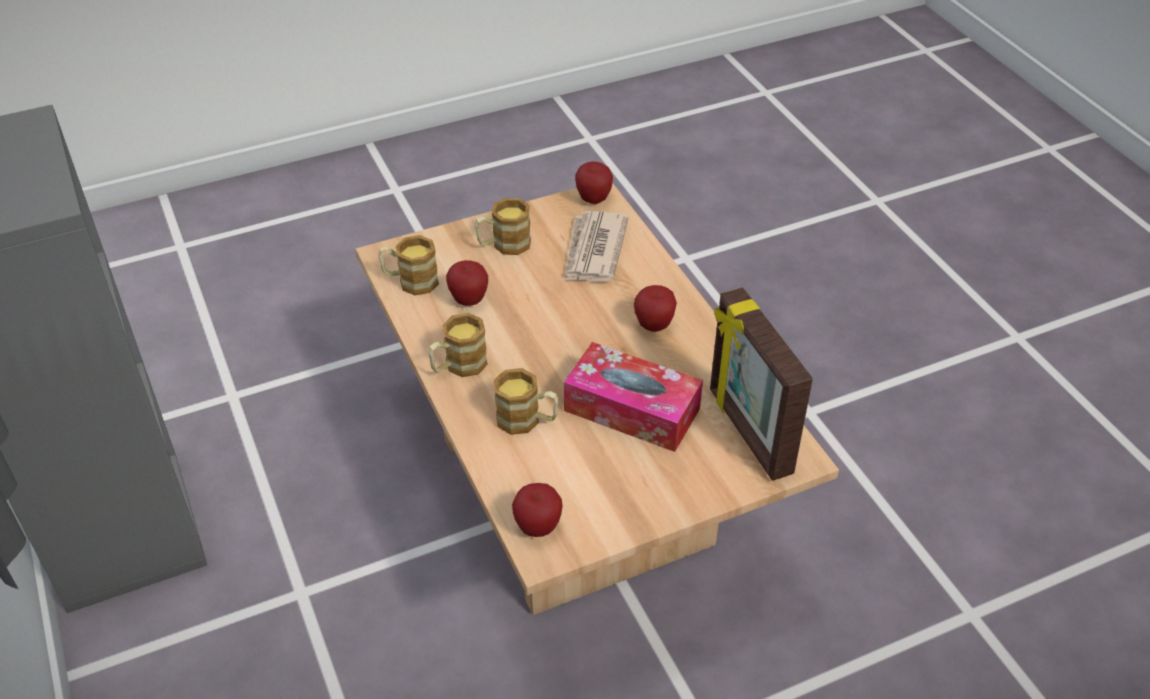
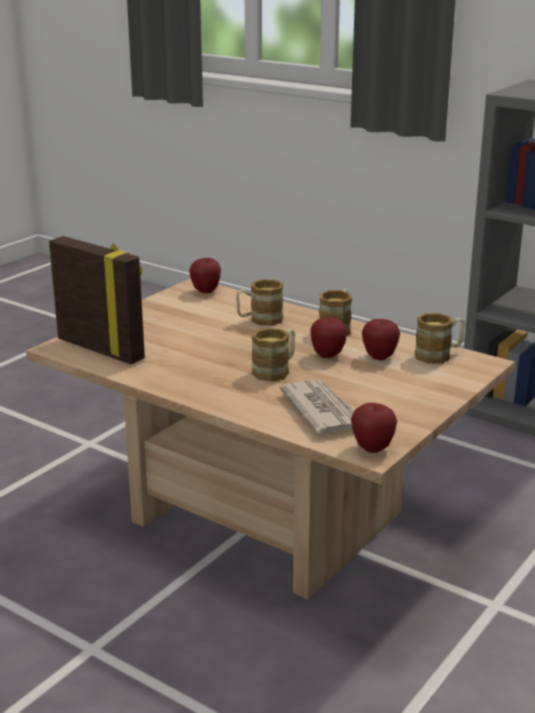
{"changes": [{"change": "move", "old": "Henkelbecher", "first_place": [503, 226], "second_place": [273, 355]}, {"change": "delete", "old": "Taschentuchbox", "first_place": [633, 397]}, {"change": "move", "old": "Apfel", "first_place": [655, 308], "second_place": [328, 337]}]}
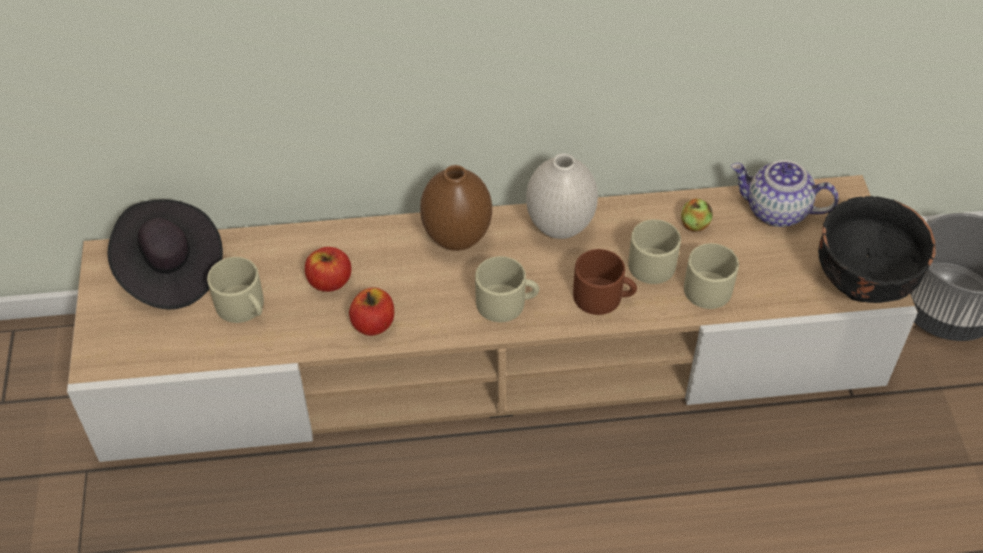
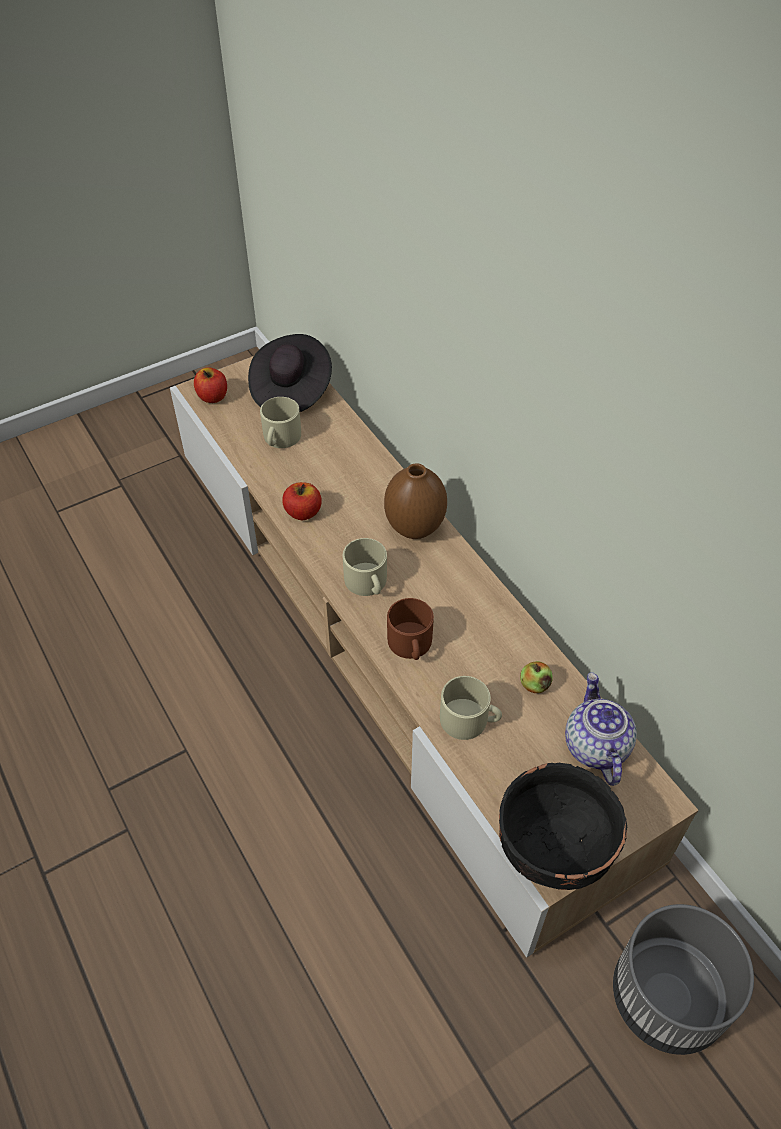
{"changes": [{"change": "move", "old": "Apfel", "first_place": [328, 269], "second_place": [210, 385]}, {"change": "delete", "old": "Vase (weiß)", "first_place": [562, 196]}, {"change": "delete", "old": "Henkelbecher (beige)", "first_place": [654, 251]}]}
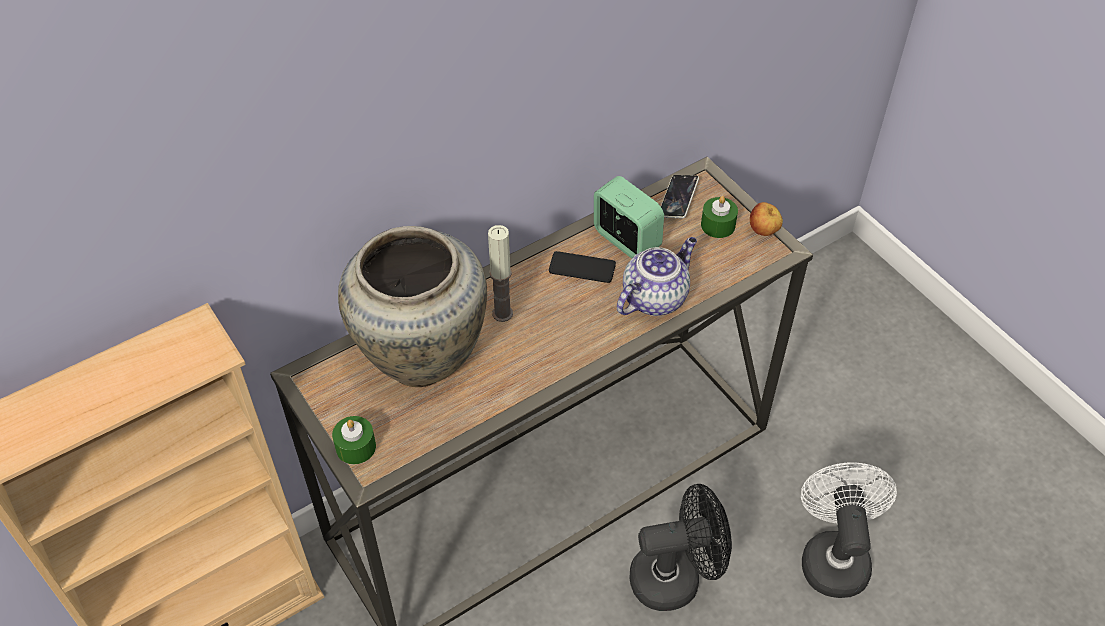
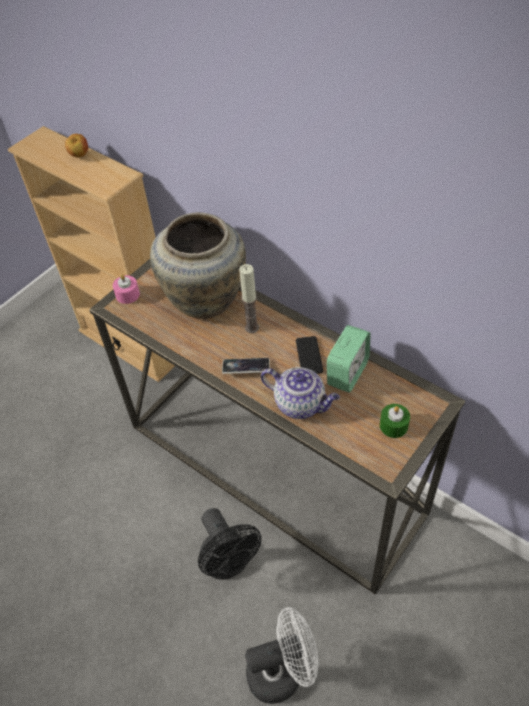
{"changes": [{"change": "recolor", "old": "Kerze (grün)", "new": "Kerze (rosa)", "first_place": [354, 440], "second_place": [126, 289]}, {"change": "move", "old": "Handy", "first_place": [680, 197], "second_place": [246, 366]}, {"change": "move", "old": "Apfel", "first_place": [766, 219], "second_place": [76, 145]}]}
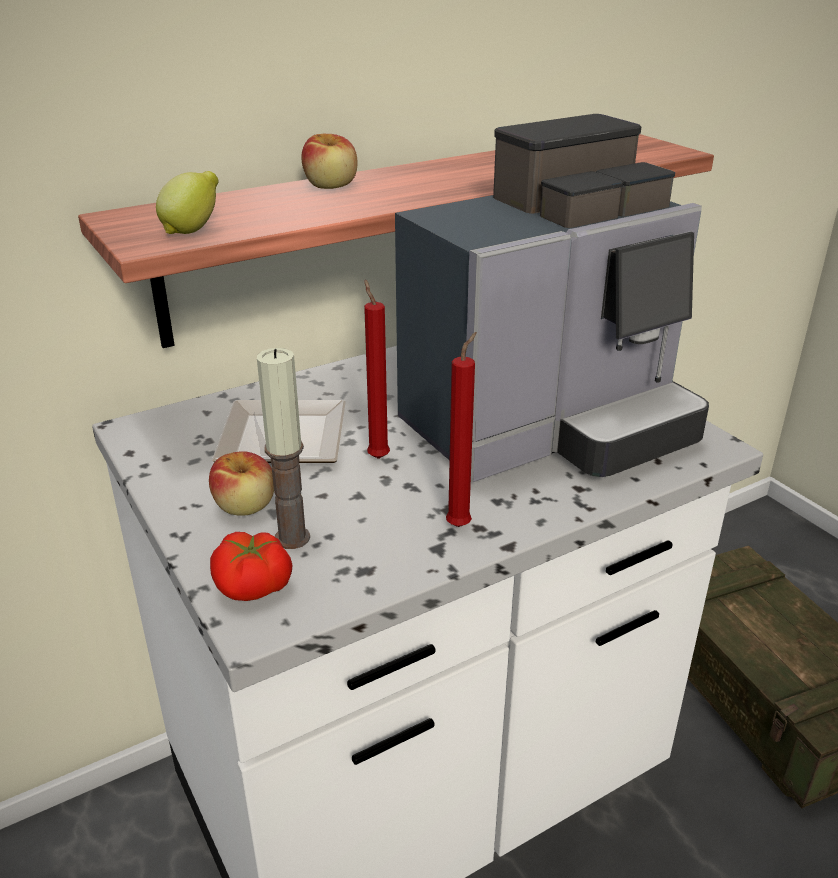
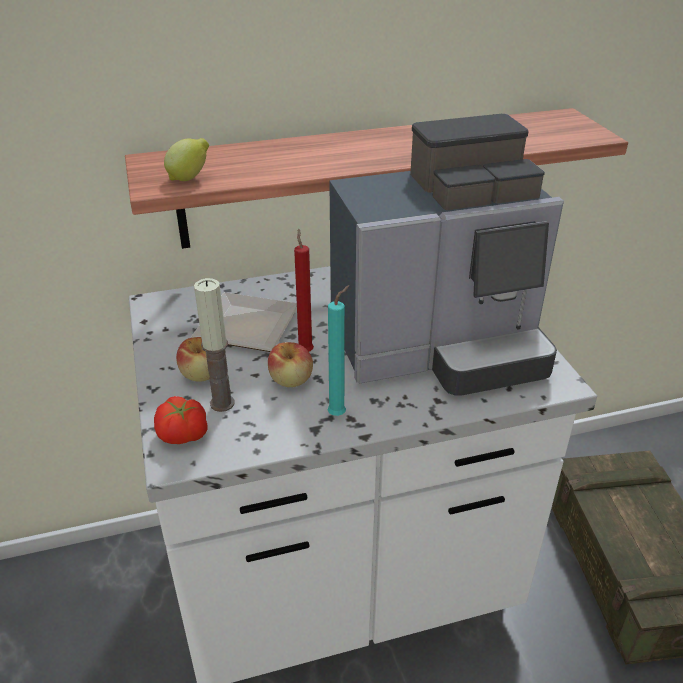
{"changes": [{"change": "move", "old": "Apfel", "first_place": [330, 161], "second_place": [290, 364]}, {"change": "recolor", "old": "Kerze (rot)", "new": "Kerze (türkis)", "first_place": [461, 429], "second_place": [339, 350]}]}
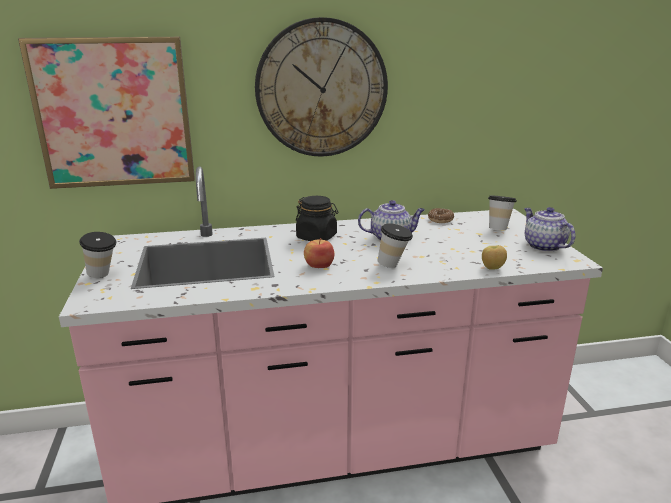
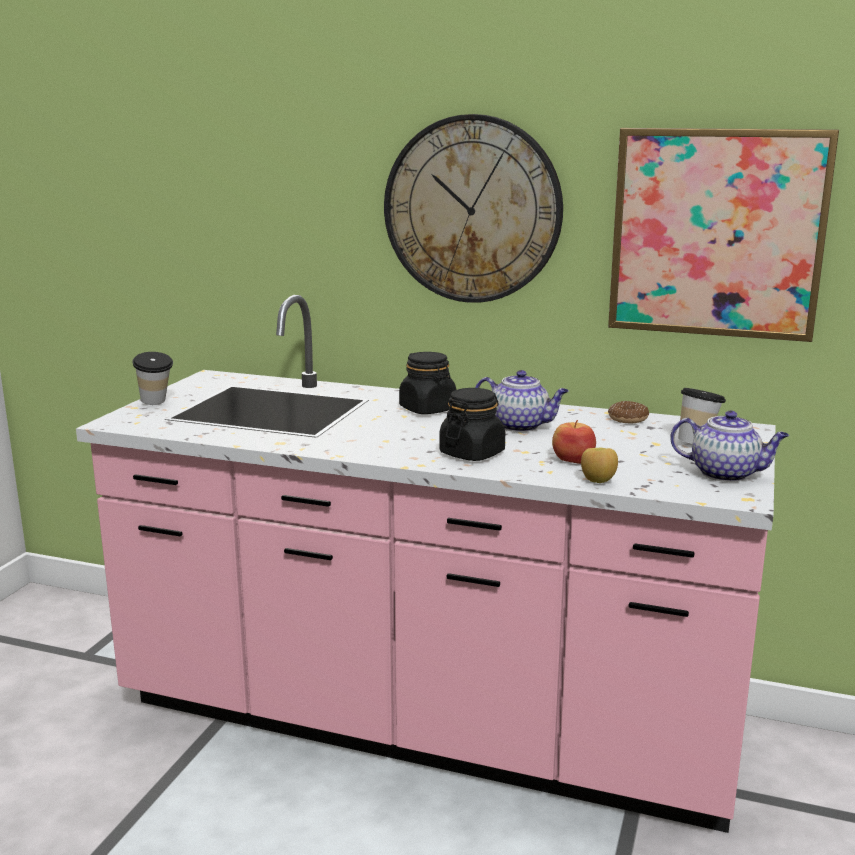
{"changes": [{"change": "move", "old": "Bild", "first_place": [106, 113], "second_place": [723, 235]}, {"change": "move", "old": "Apfel", "first_place": [319, 253], "second_place": [574, 442]}, {"change": "replace", "old": "Tasse", "new": "Vorratsglas (schwarz)", "first_place": [395, 245], "second_place": [472, 424]}, {"change": "rotate", "old": "Teekanne", "first_place": [550, 229], "second_place": [729, 446], "degrees": 105}]}
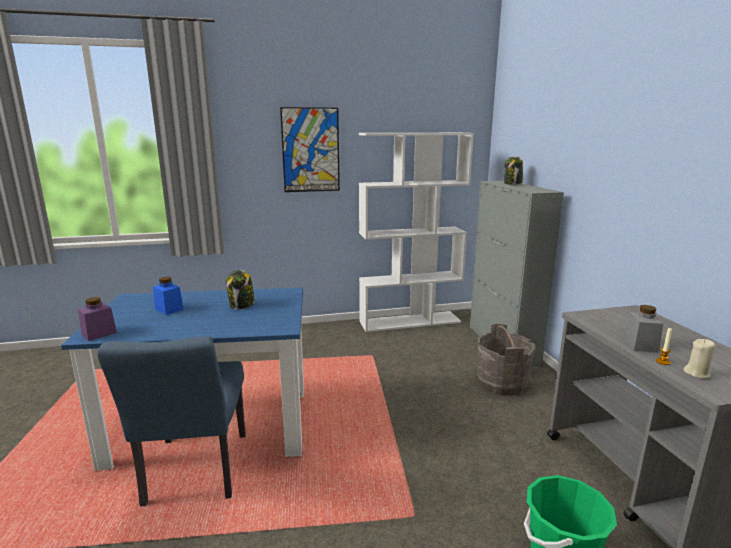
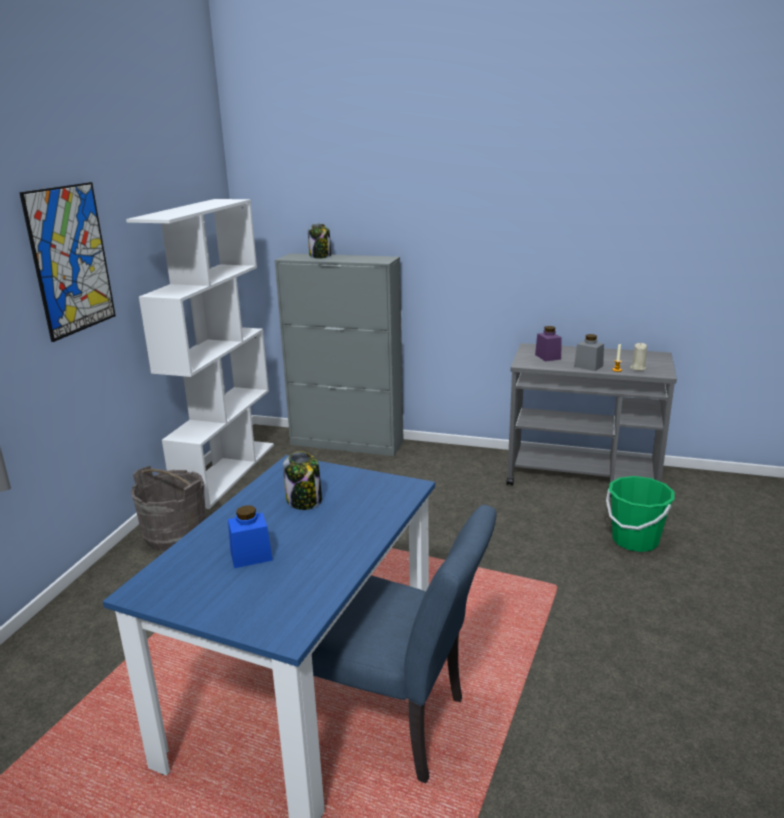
{"changes": [{"change": "move", "old": "Vorratsglas (lila)", "first_place": [97, 319], "second_place": [548, 343]}, {"change": "move", "old": "Eimer (grau)", "first_place": [506, 360], "second_place": [168, 508]}]}
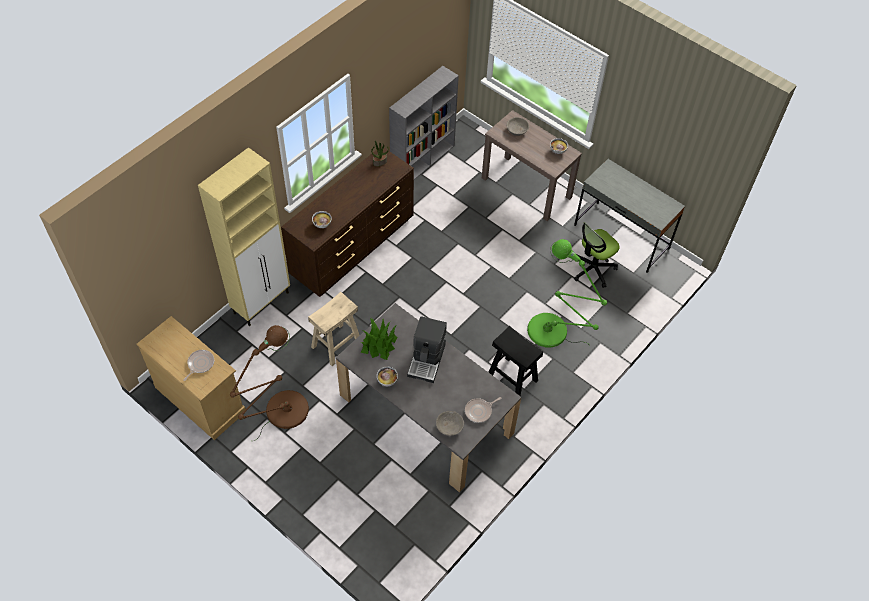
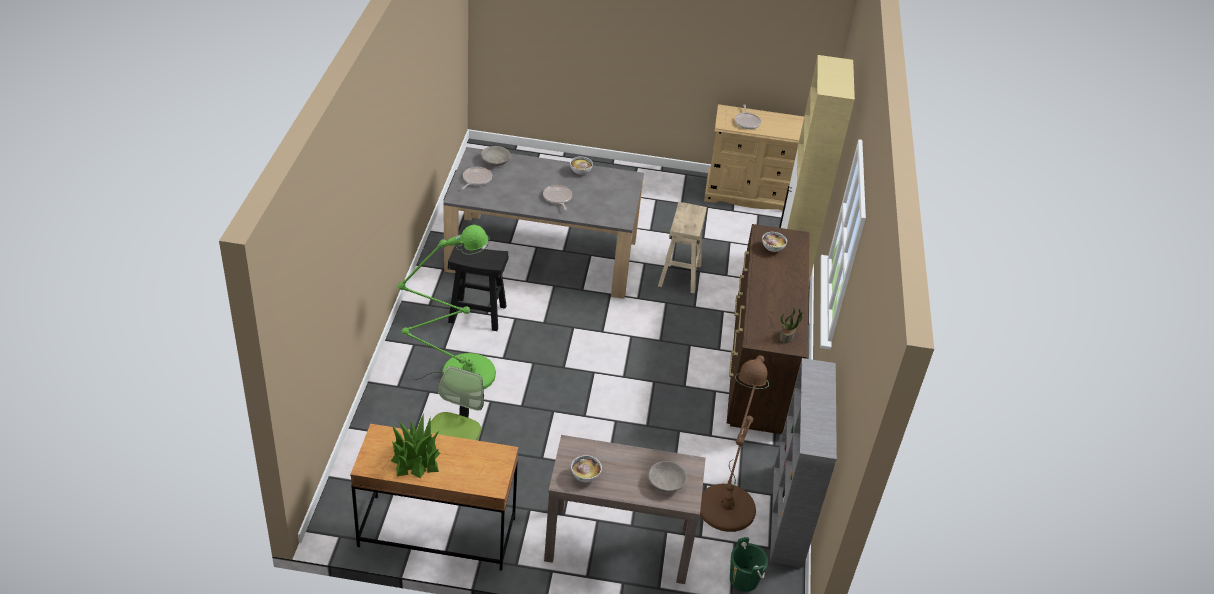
{"changes": [{"change": "move", "old": "Stehlampe (braun)", "first_place": [269, 383], "second_place": [734, 443]}, {"change": "move", "old": "Topfpflanze", "first_place": [379, 339], "second_place": [416, 445]}, {"change": "replace", "old": "Kaffeemaschine", "new": "Pfanne", "first_place": [427, 349], "second_place": [557, 198]}, {"change": "recolor", "old": "Schreibtisch (grau)", "new": "Schreibtisch (braun)", "first_place": [629, 216], "second_place": [434, 497]}, {"change": "insert", "new": "Eimer (grün)", "second_place": [749, 564]}]}
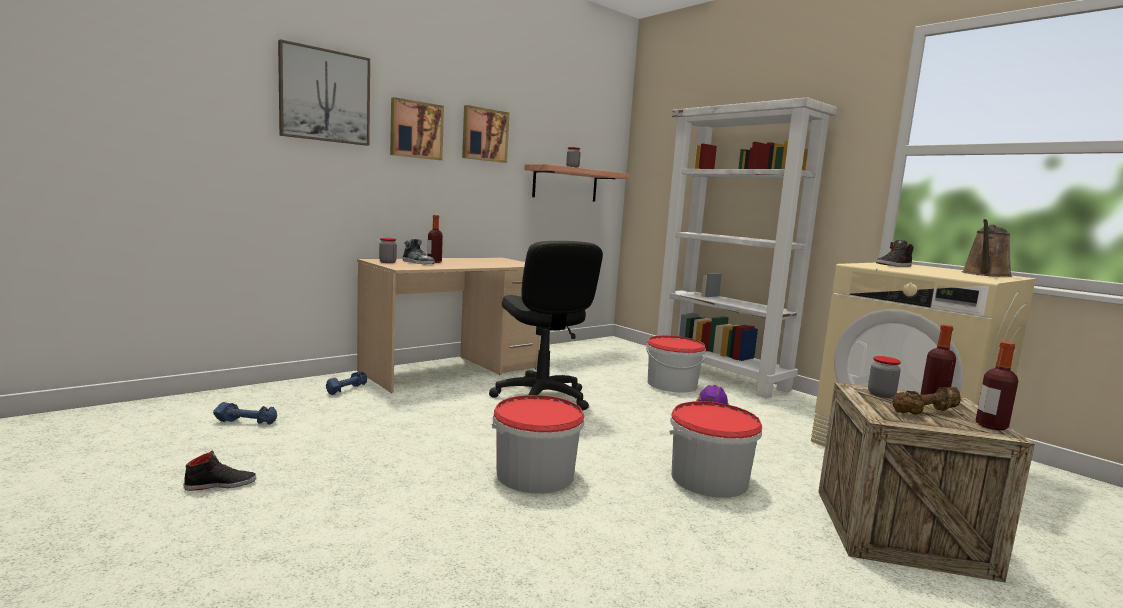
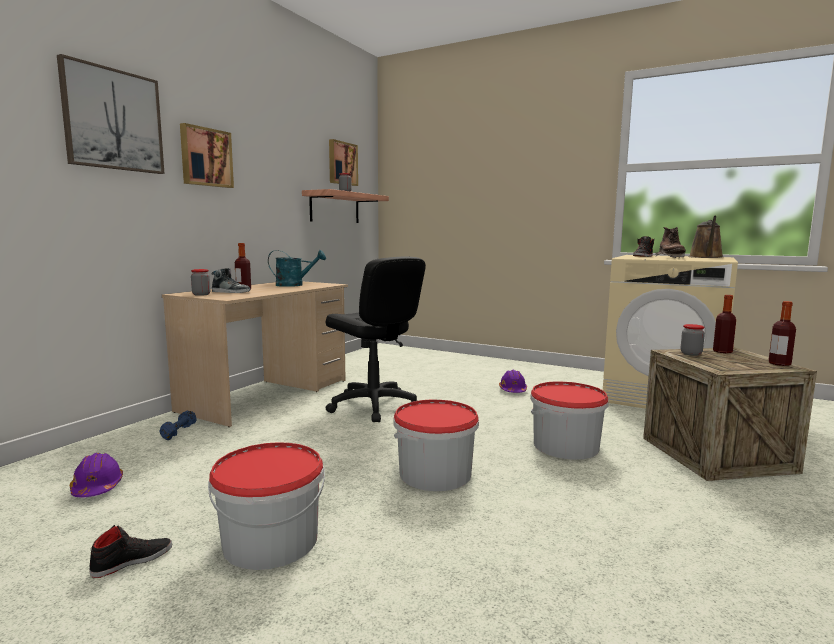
{"changes": [{"change": "replace", "old": "Hantel (blau)", "new": "Schutzhelm (lila)", "first_place": [245, 413], "second_place": [96, 475]}, {"change": "move", "old": "Bild", "first_place": [486, 134], "second_place": [343, 162]}, {"change": "move", "old": "Eimer", "first_place": [676, 364], "second_place": [266, 506]}, {"change": "delete", "old": "Bücherregal (weiß)", "first_place": [747, 248]}, {"change": "delete", "old": "Hantel (braun)", "first_place": [927, 401]}, {"change": "insert", "new": "Gießkanne (türkis)", "second_place": [297, 268]}, {"change": "insert", "new": "Stiefel (braun)", "second_place": [671, 242]}]}
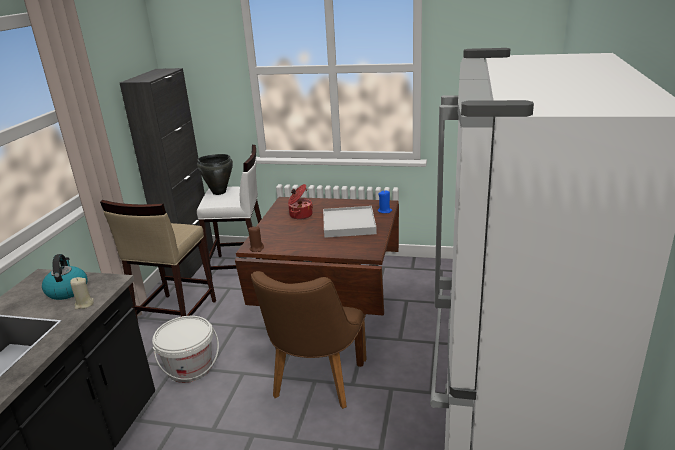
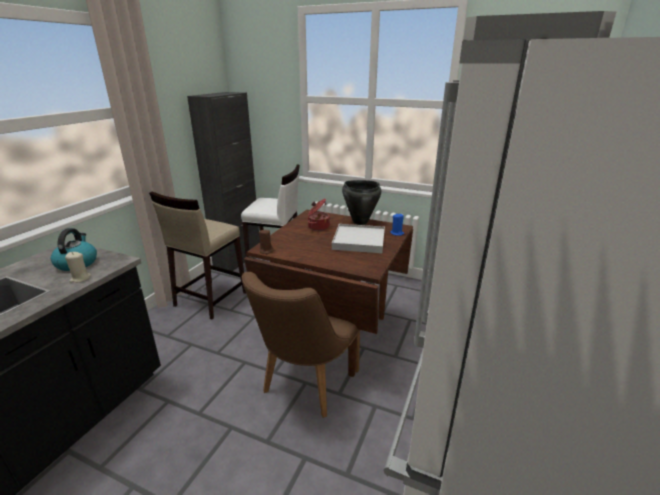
{"changes": [{"change": "delete", "old": "Eimer (weiß)", "first_place": [185, 349]}, {"change": "move", "old": "Kochtopf (schwarz)", "first_place": [215, 174], "second_place": [362, 202]}]}
